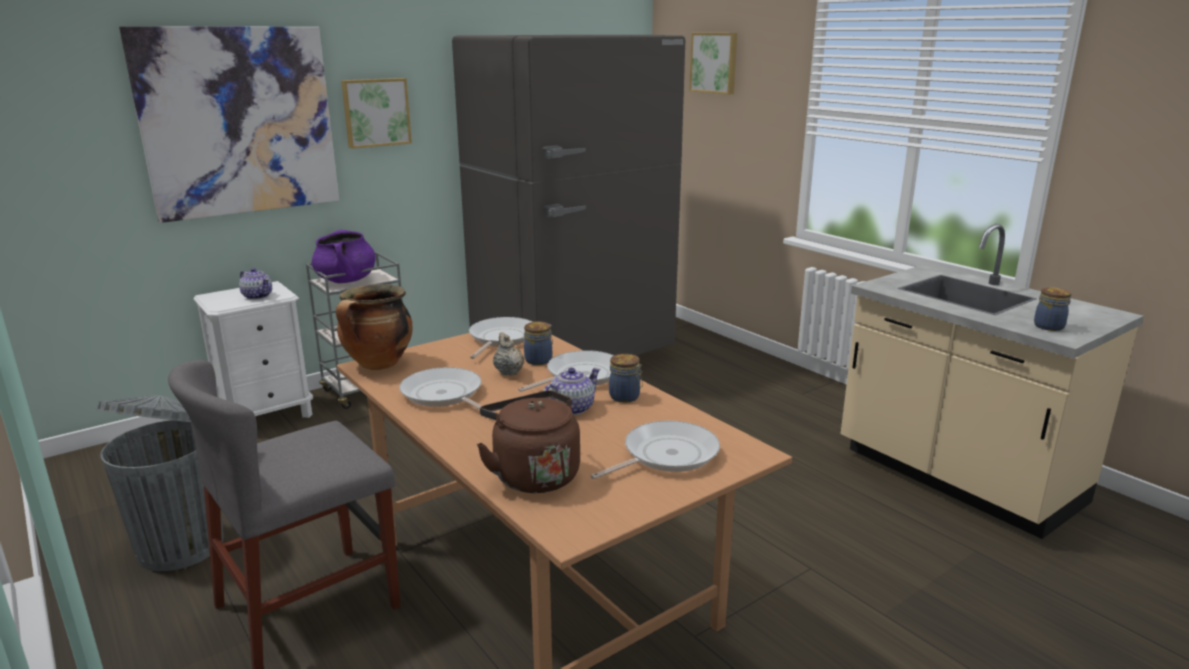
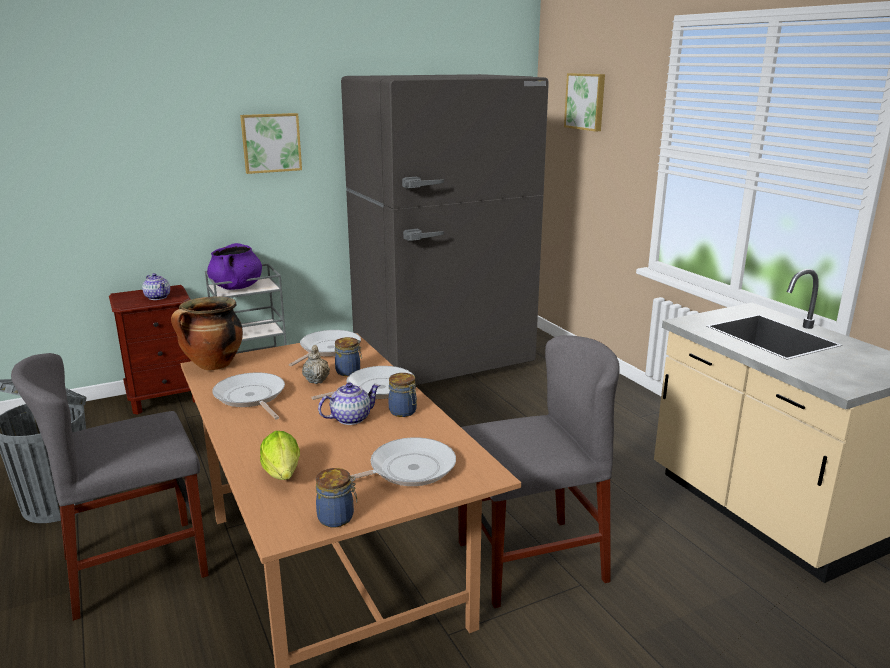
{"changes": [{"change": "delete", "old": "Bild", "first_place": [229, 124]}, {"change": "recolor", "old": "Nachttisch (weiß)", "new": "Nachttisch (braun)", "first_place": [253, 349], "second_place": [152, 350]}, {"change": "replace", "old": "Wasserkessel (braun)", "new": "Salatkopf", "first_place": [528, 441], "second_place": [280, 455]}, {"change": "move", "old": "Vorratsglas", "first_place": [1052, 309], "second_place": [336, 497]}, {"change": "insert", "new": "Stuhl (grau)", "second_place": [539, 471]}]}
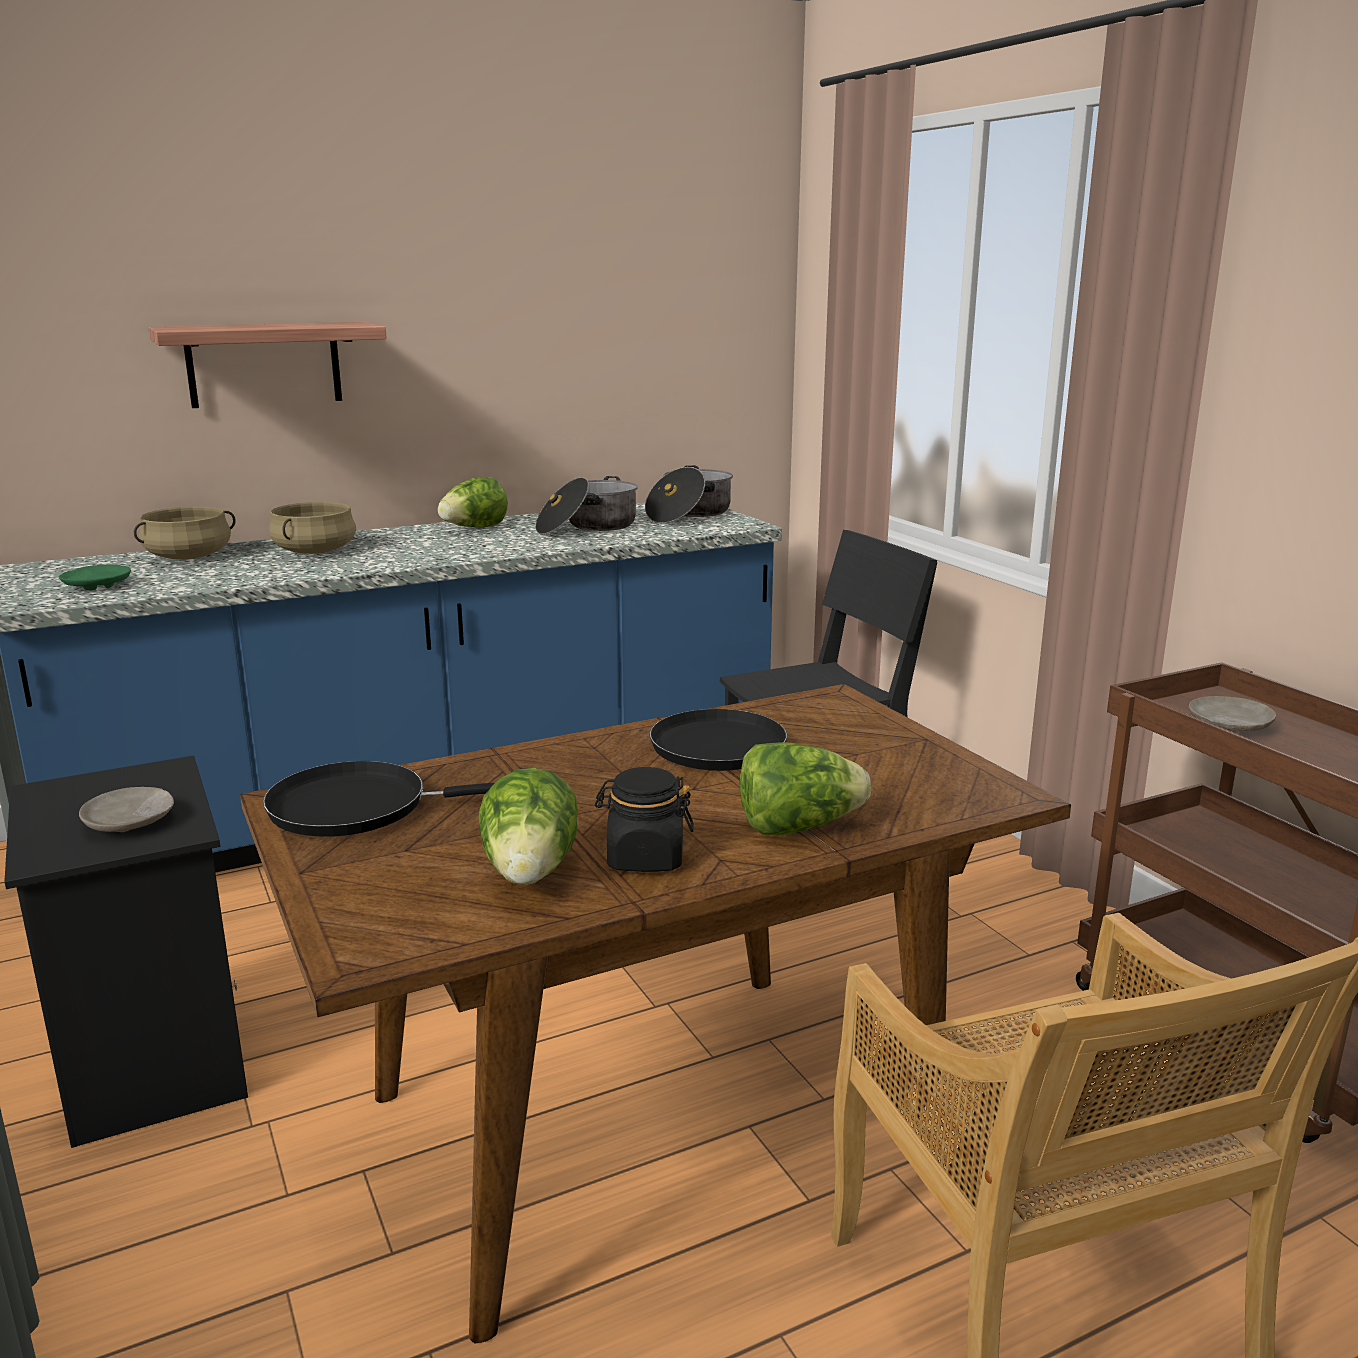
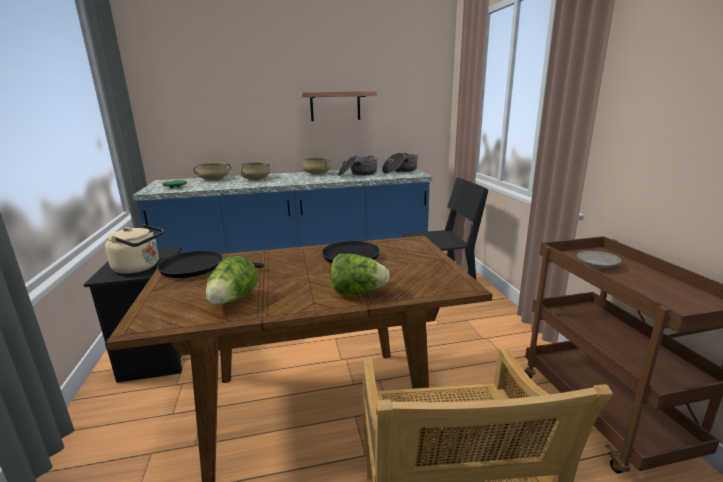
{"changes": [{"change": "replace", "old": "Teller (beige)", "new": "Wasserkessel (beige)", "first_place": [126, 809], "second_place": [134, 249]}, {"change": "move", "old": "Wandregal", "first_place": [267, 365], "second_place": [338, 106]}, {"change": "replace", "old": "Salatkopf", "new": "Kochtopf (beige)", "first_place": [473, 502], "second_place": [317, 165]}, {"change": "delete", "old": "Vorratsglas (schwarz)", "first_place": [644, 819]}]}
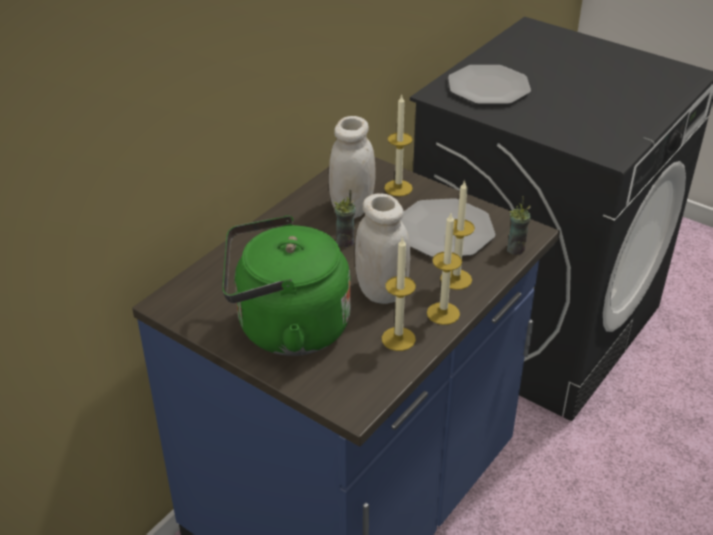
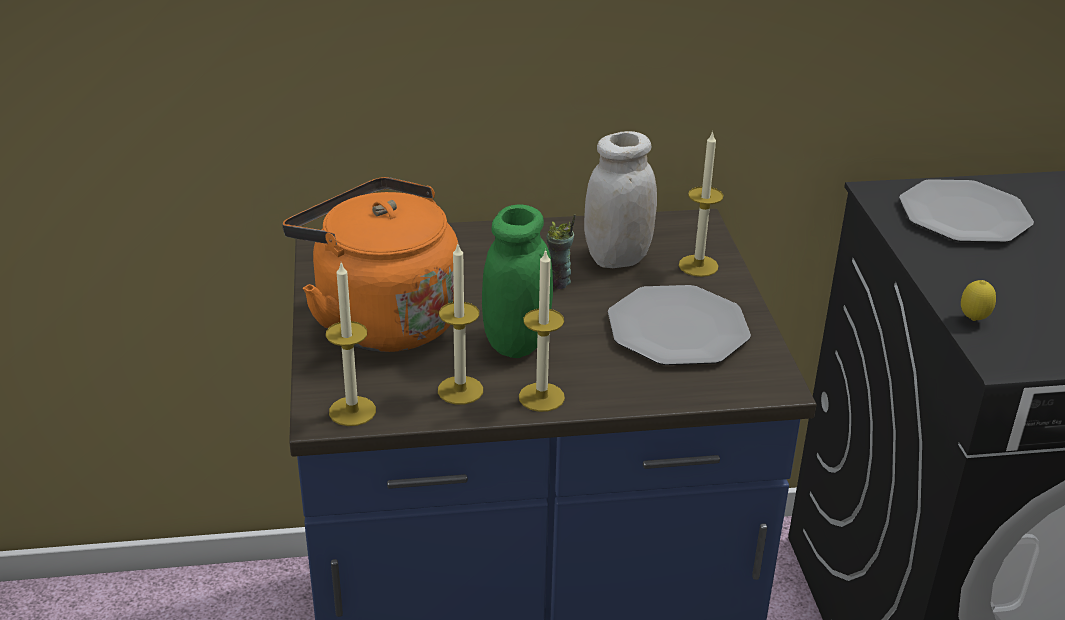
{"changes": [{"change": "recolor", "old": "Wasserkessel (grün)", "new": "Wasserkessel (orange)", "first_place": [286, 285], "second_place": [370, 264]}, {"change": "recolor", "old": "Vorratsglas (weiß)", "new": "Vorratsglas (grün)", "first_place": [382, 248], "second_place": [517, 281]}, {"change": "move", "old": "Kerze", "first_place": [457, 234], "second_place": [351, 344]}, {"change": "delete", "old": "Tasse", "first_place": [519, 225]}, {"change": "insert", "new": "Zitrone", "second_place": [978, 300]}]}
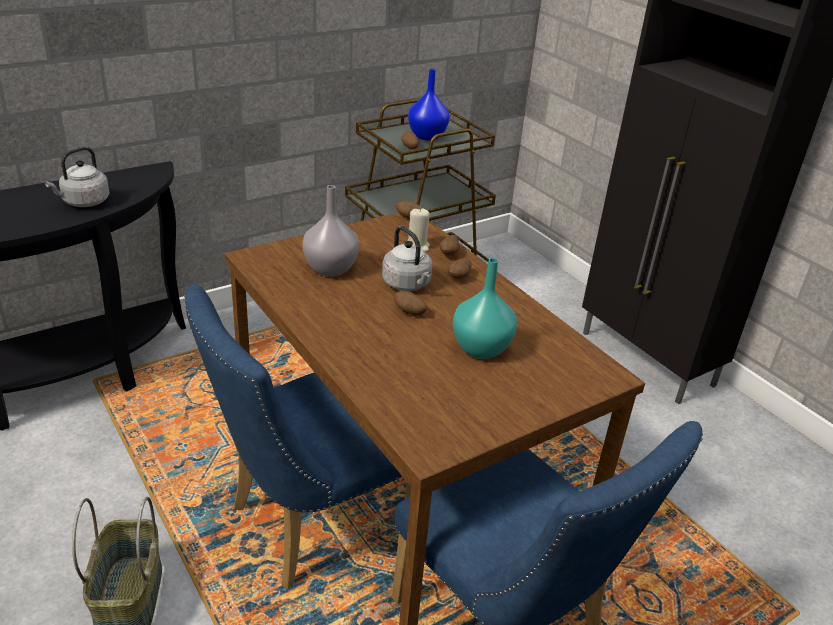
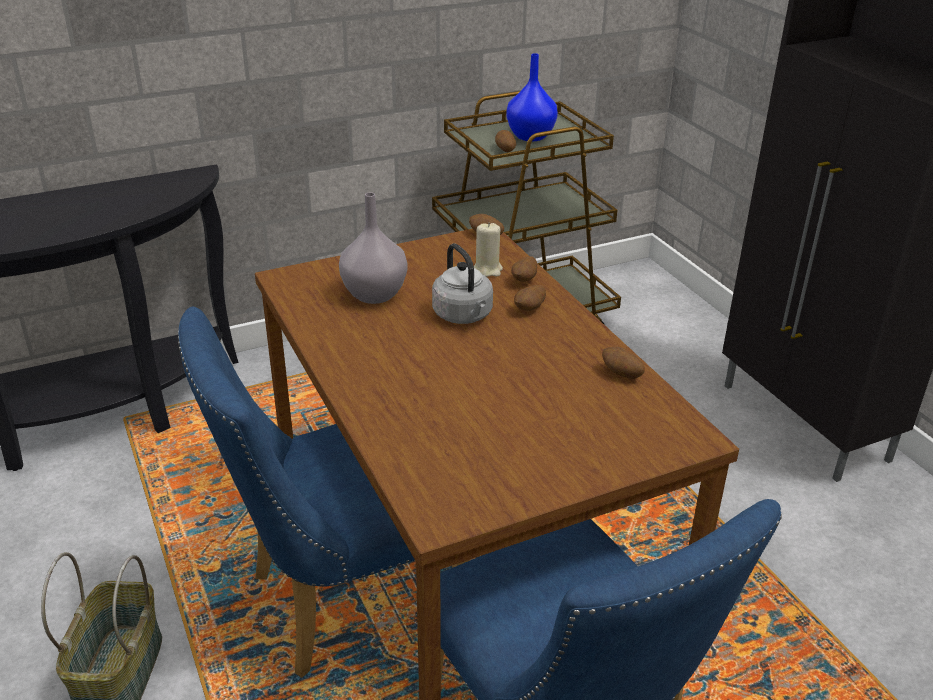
{"changes": [{"change": "delete", "old": "Wasserkessel (grau)", "first_place": [77, 176]}, {"change": "move", "old": "Kartoffel", "first_place": [410, 303], "second_place": [623, 363]}, {"change": "delete", "old": "Vase (türkis)", "first_place": [485, 308]}]}
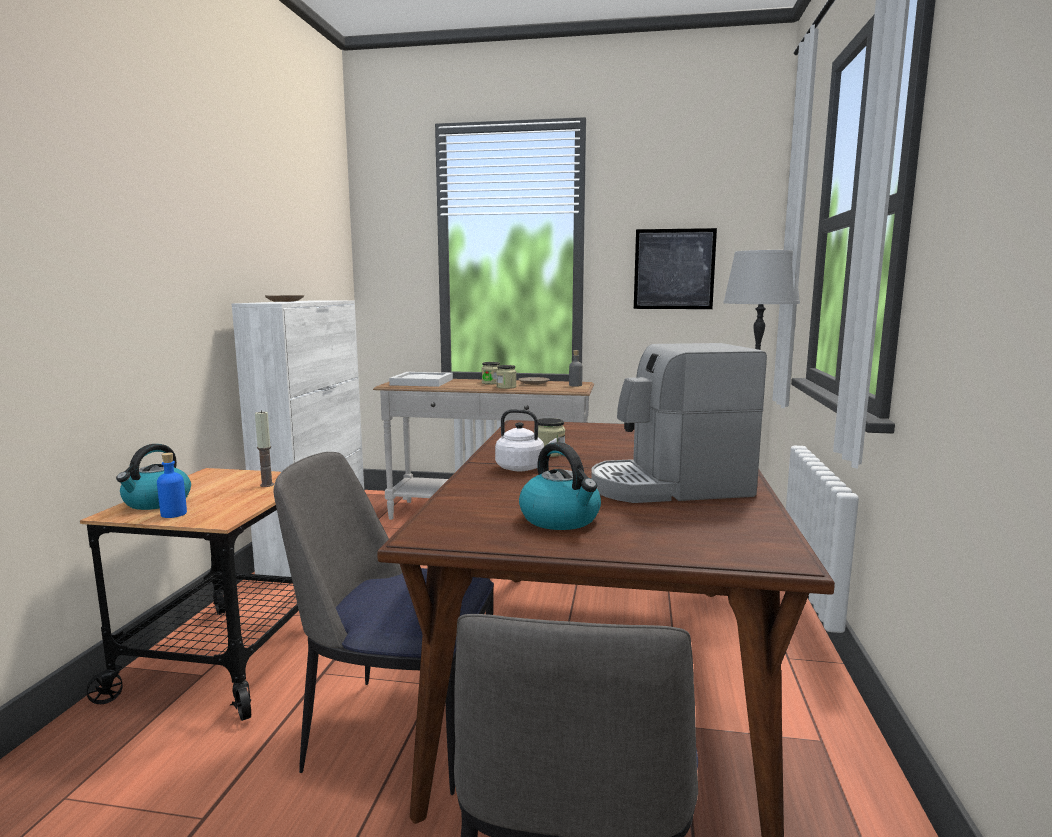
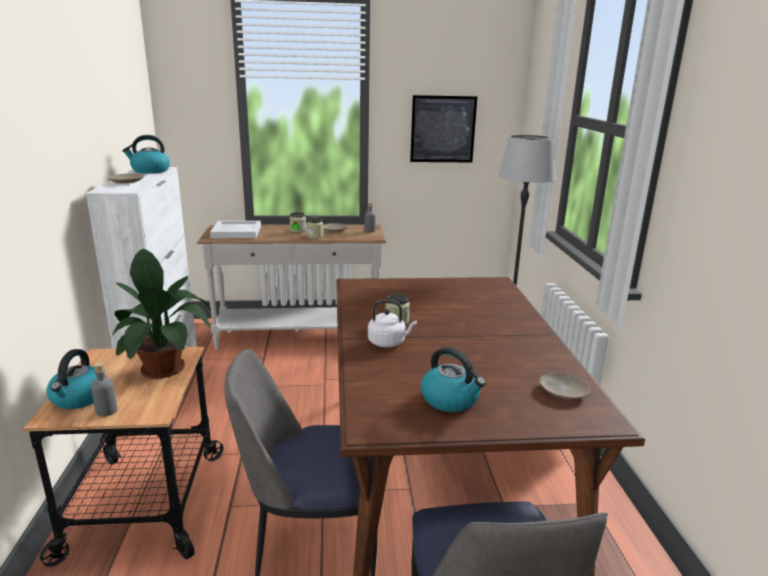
{"changes": [{"change": "recolor", "old": "Flasche (blau)", "new": "Flasche (grau)", "first_place": [172, 485], "second_place": [104, 389]}, {"change": "replace", "old": "Kerze", "new": "Topfpflanze", "first_place": [264, 448], "second_place": [160, 314]}, {"change": "delete", "old": "Kaffeemaschine", "first_place": [679, 423]}, {"change": "insert", "new": "Wasserkessel", "second_place": [146, 154]}, {"change": "insert", "new": "Teller (beige)", "second_place": [564, 386]}]}
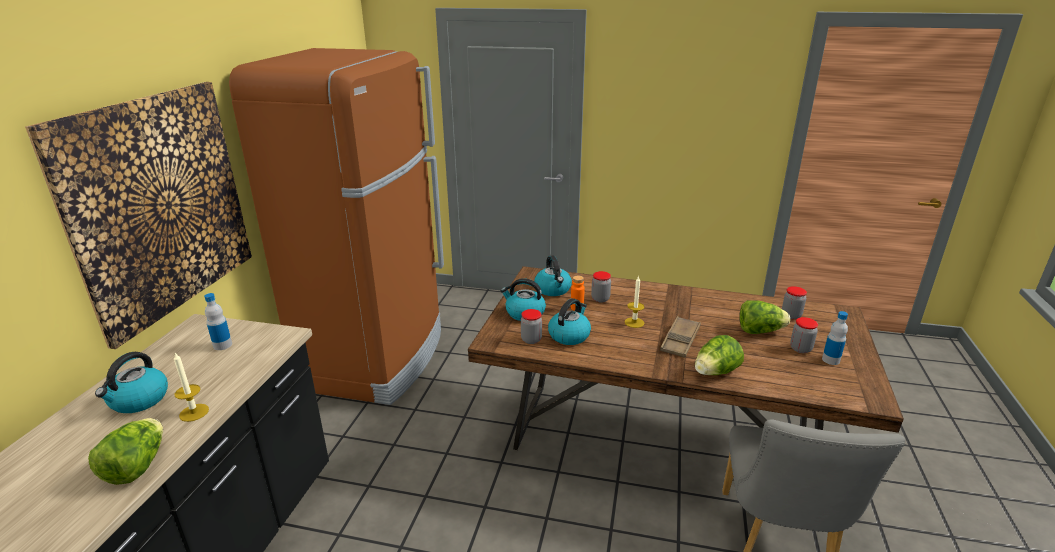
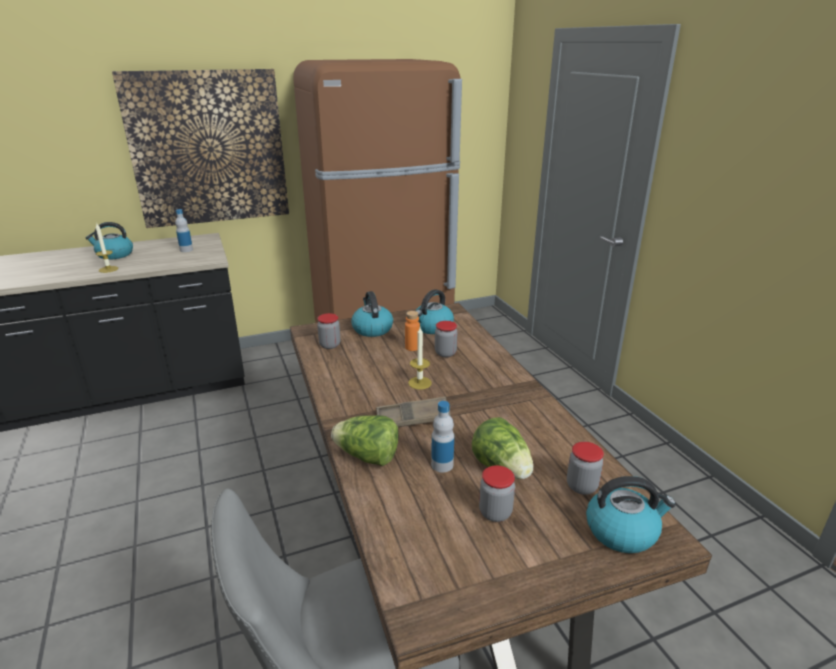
{"changes": [{"change": "delete", "old": "Salatkopf", "first_place": [125, 451]}, {"change": "move", "old": "Wasserkessel", "first_place": [569, 321], "second_place": [631, 514]}, {"change": "move", "old": "Flasche", "first_place": [835, 338], "second_place": [442, 437]}]}
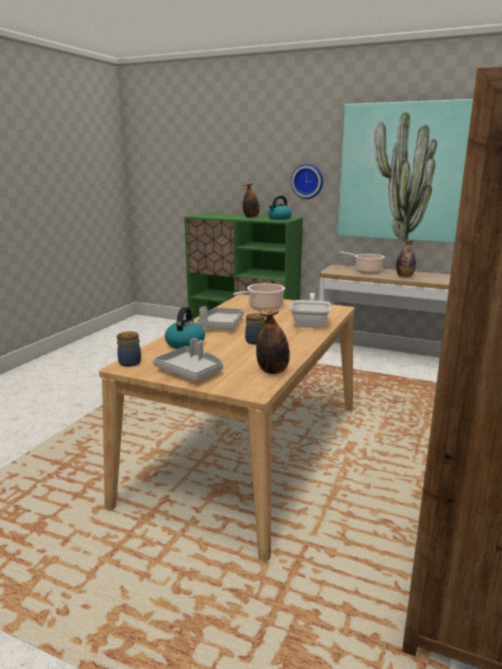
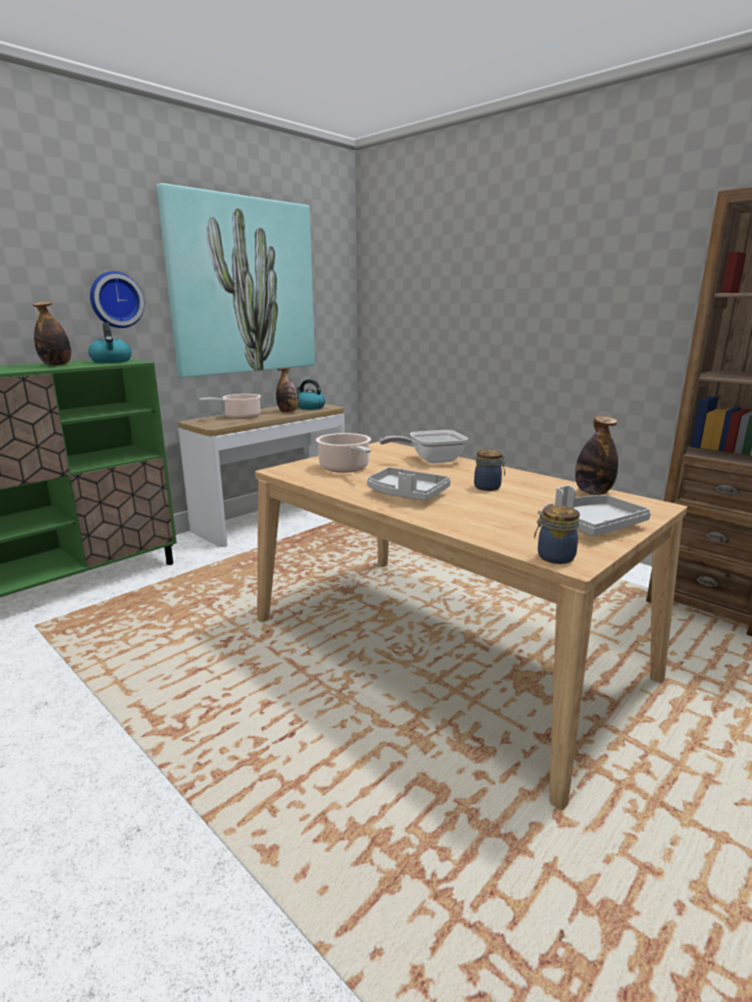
{"changes": [{"change": "move", "old": "Wasserkessel", "first_place": [185, 328], "second_place": [310, 394]}, {"change": "rotate", "old": "Pfanne", "first_place": [310, 310], "second_place": [423, 446], "degrees": -45}]}
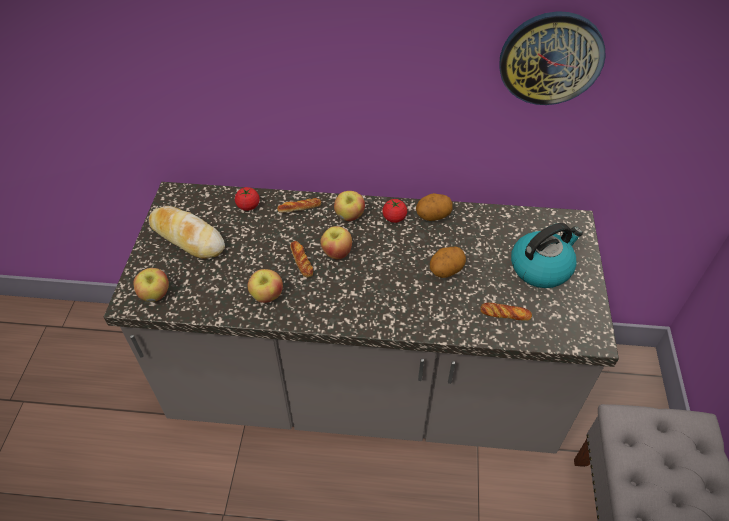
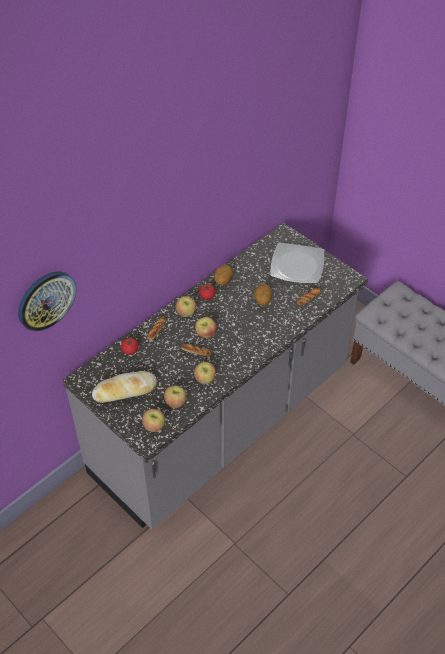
{"changes": [{"change": "move", "old": "Wanduhr", "first_place": [552, 58], "second_place": [47, 301]}, {"change": "replace", "old": "Wasserkessel", "new": "Teller", "first_place": [547, 255], "second_place": [297, 263]}, {"change": "insert", "new": "Apfel", "second_place": [175, 396]}]}
